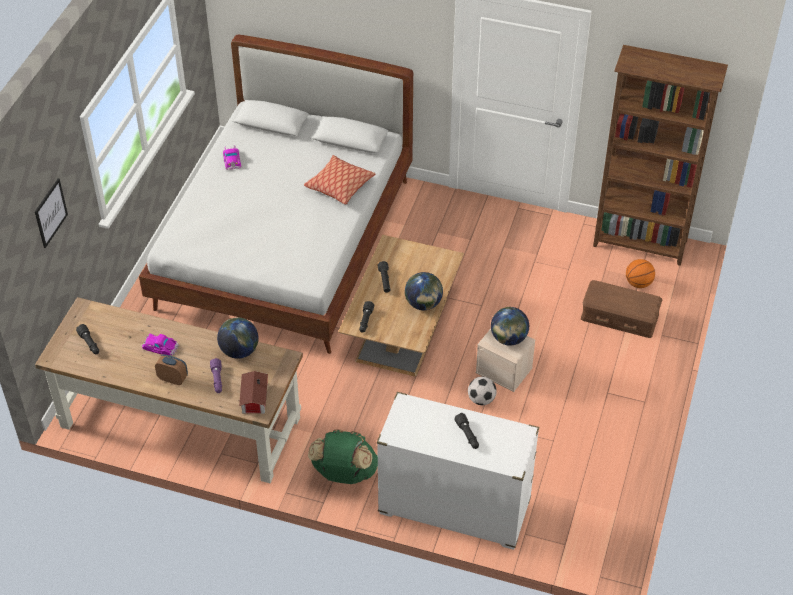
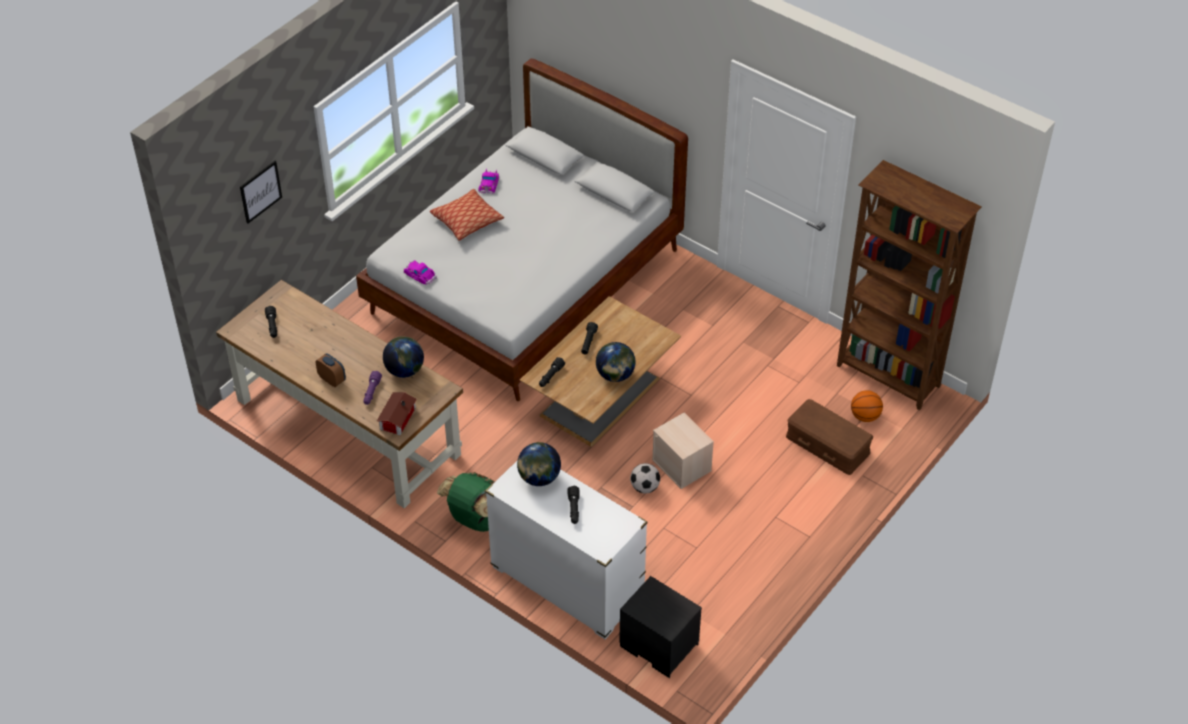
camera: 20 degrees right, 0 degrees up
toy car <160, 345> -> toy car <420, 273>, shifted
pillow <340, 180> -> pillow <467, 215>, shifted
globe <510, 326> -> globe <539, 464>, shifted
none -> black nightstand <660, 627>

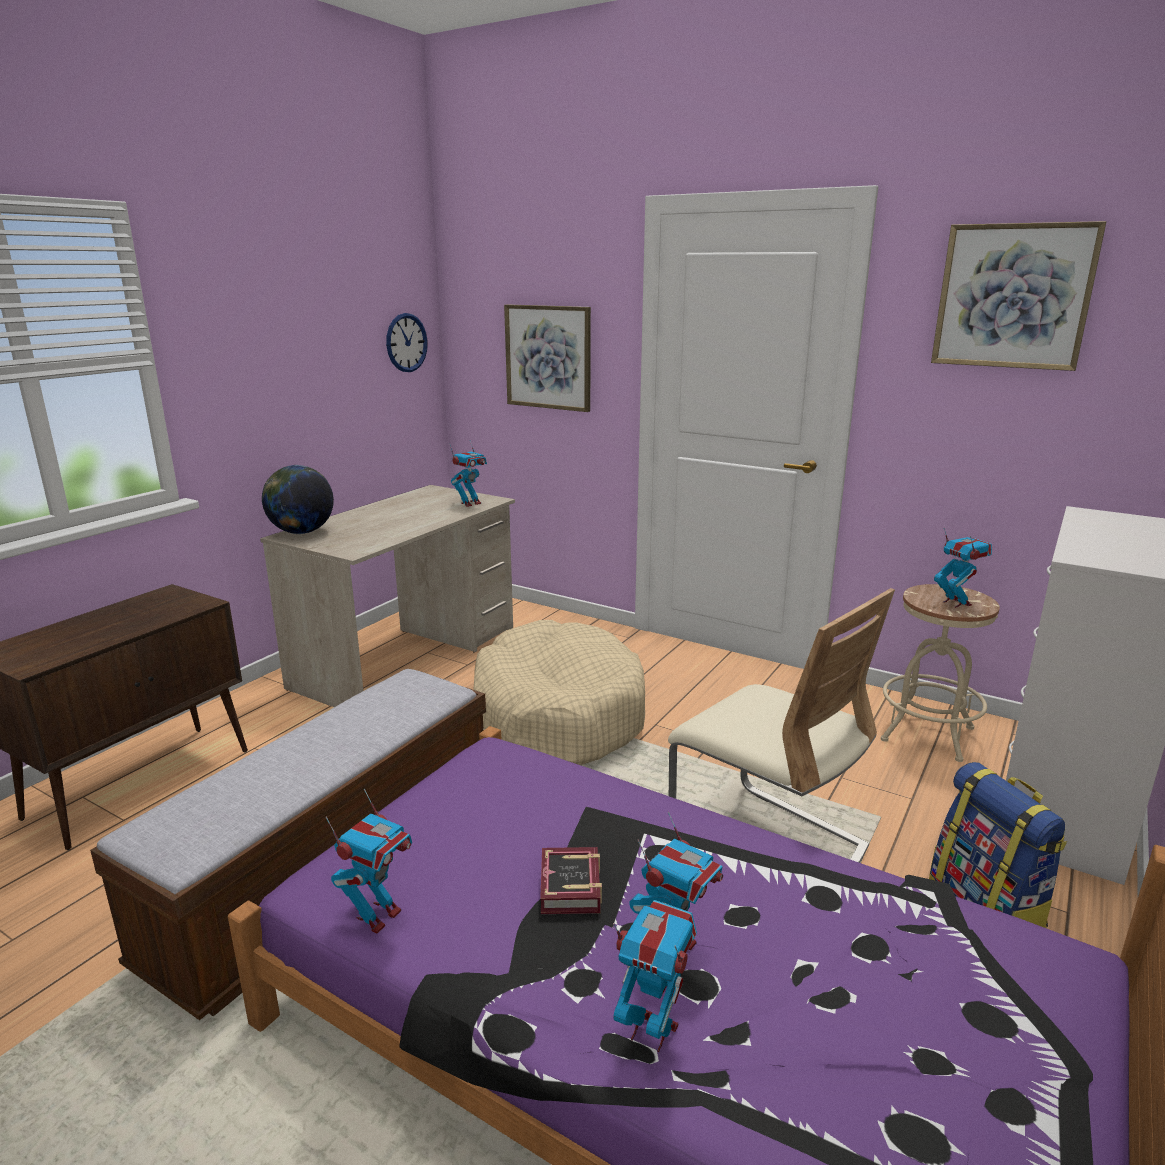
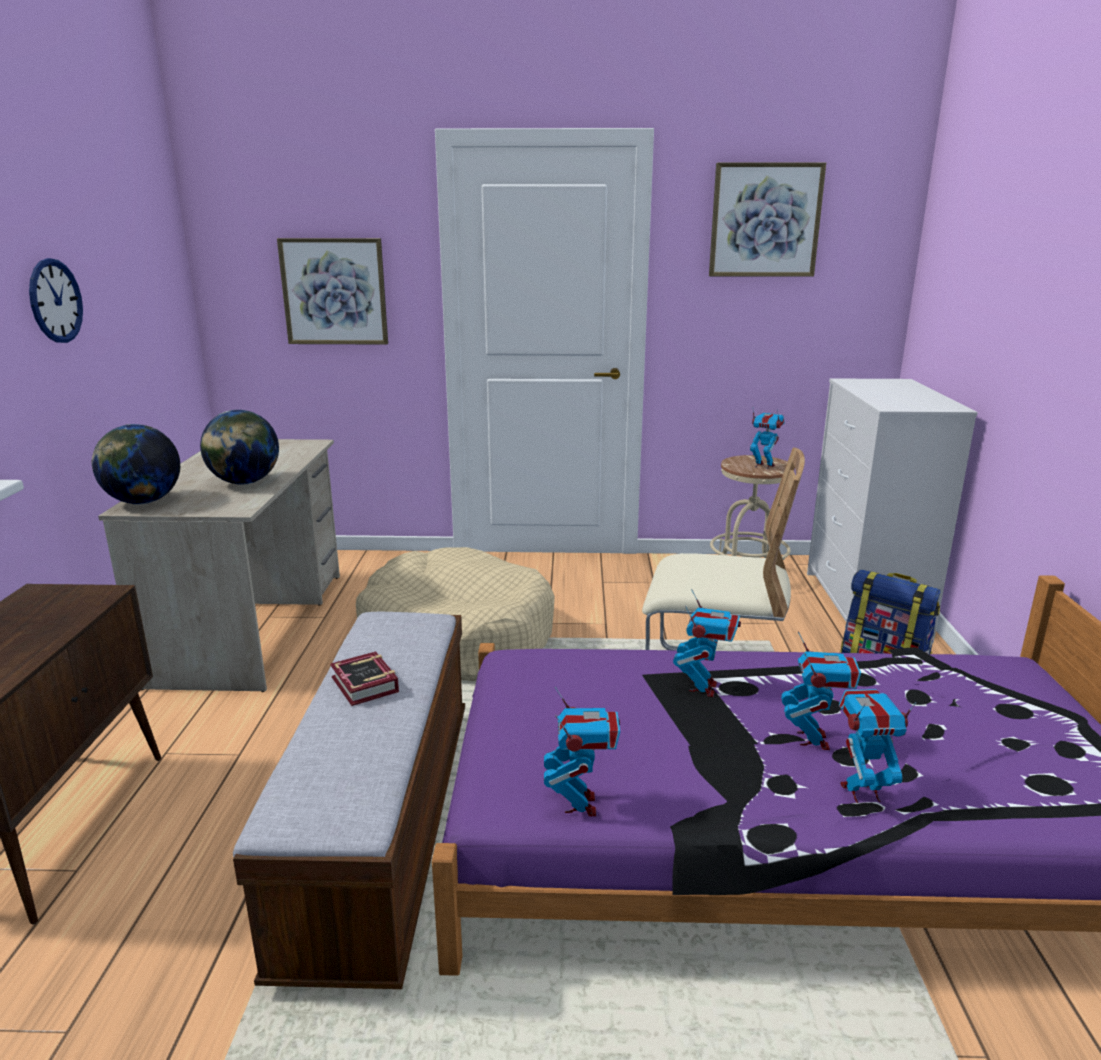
camera: 30 degrees left, 0 degrees up
wall clock <407, 342> -> wall clock <56, 300>, shifted
toy robot <468, 474> -> toy robot <707, 643>, shifted
book <571, 880> -> book <364, 679>, shifted
none -> globe <239, 447>

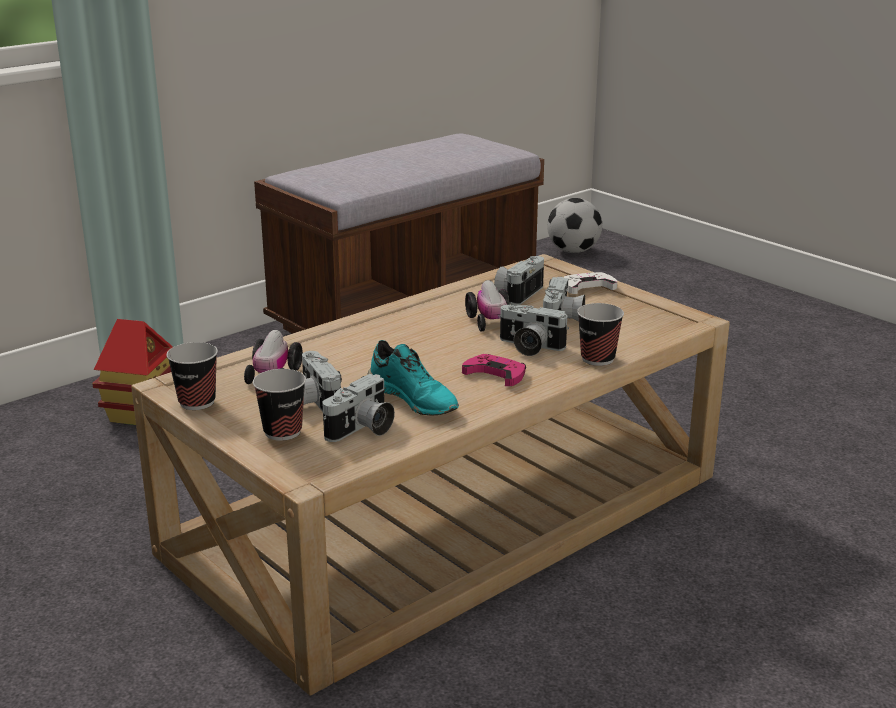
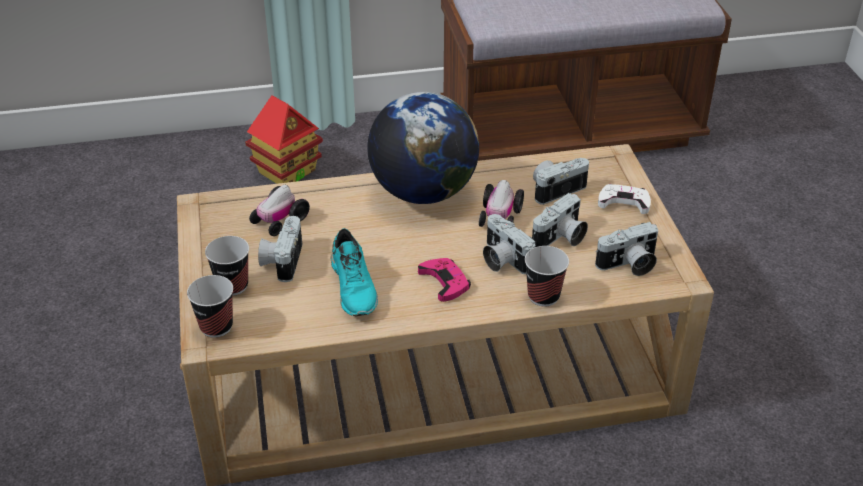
camera: 30 degrees right, 15 degrees up
cup <192, 376> -> cup <210, 306>, shifted
photo camera <358, 408> -> photo camera <626, 249>, shifted
football <574, 225> -> none
none -> globe <423, 148>

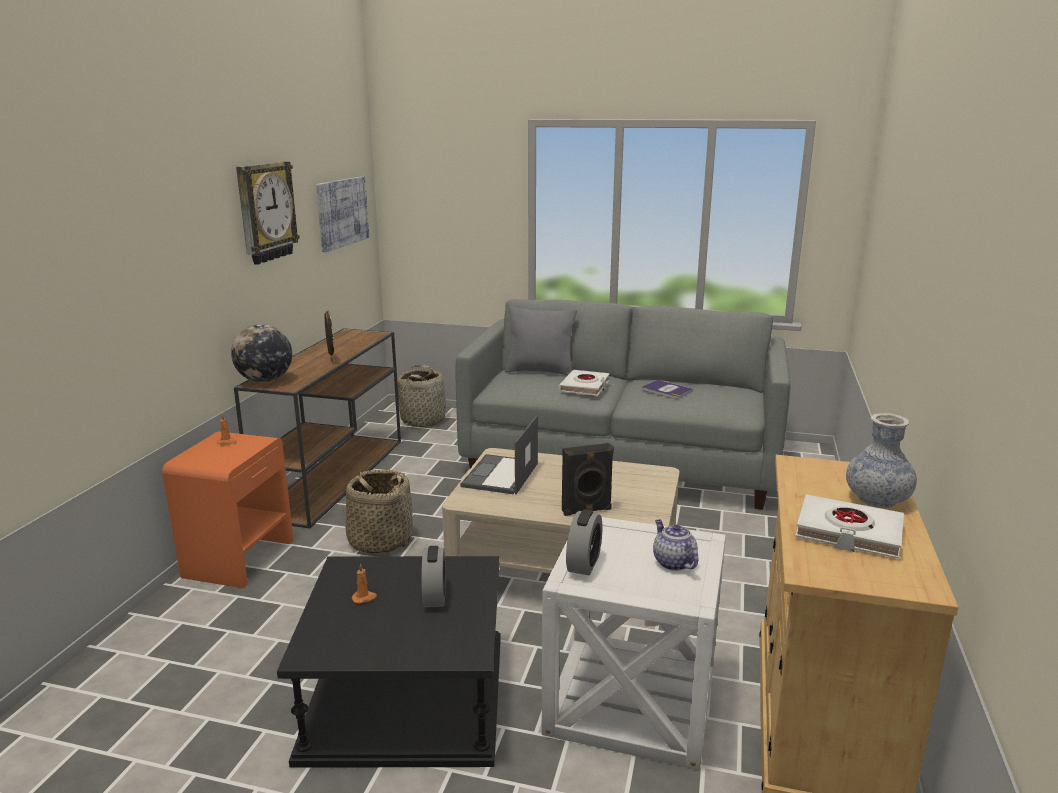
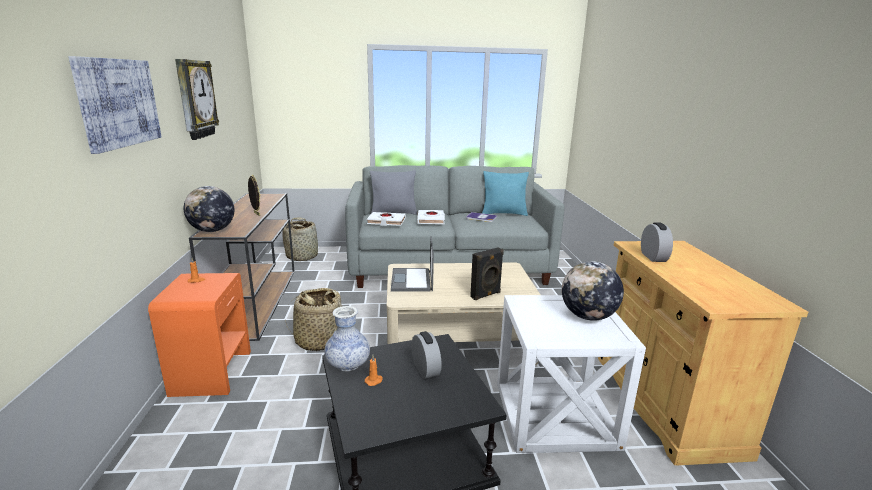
camera: 20 degrees left, 0 degrees up
picture <342, 214> -> picture <115, 105>, shifted
alarm clock <584, 542> -> alarm clock <657, 242>, shifted
teapot <676, 545> -> globe <593, 291>
white book <849, 526> -> white book <386, 219>, shifted
vase <881, 460> -> vase <347, 338>, shifted
none -> turquoise pillow <505, 193>

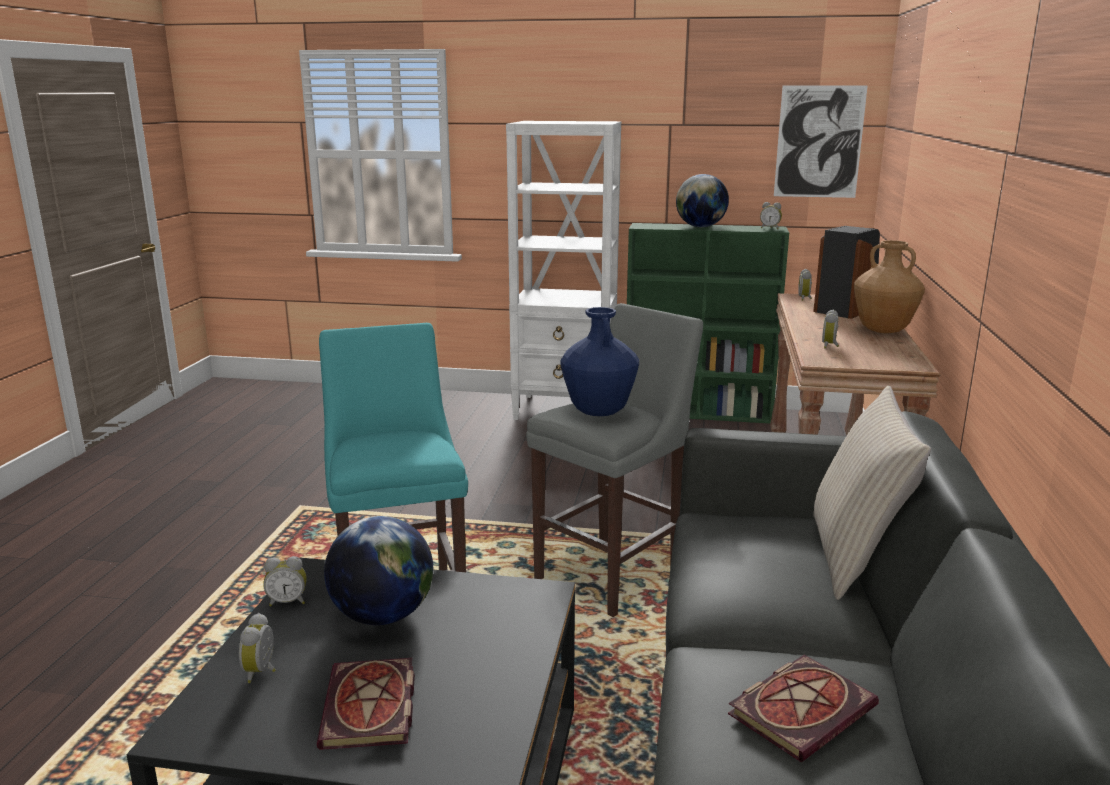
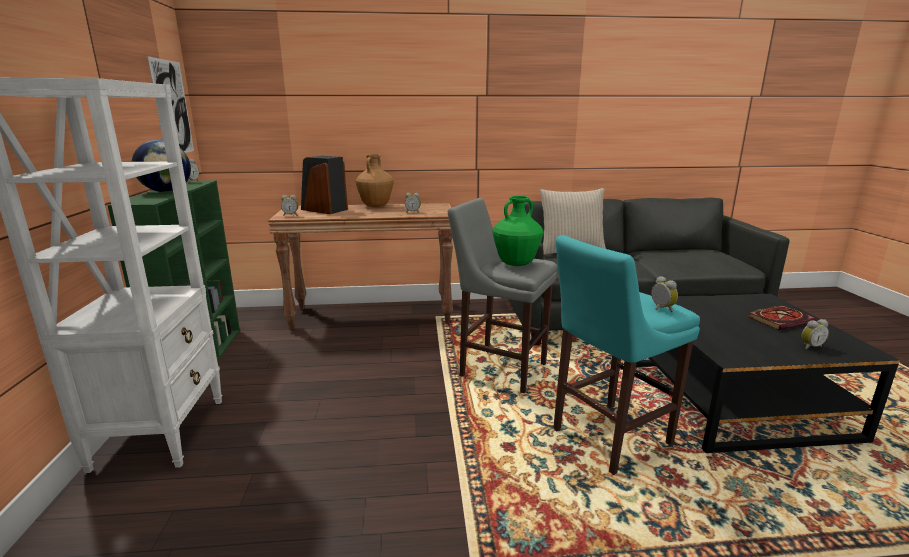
camera: 105 degrees left, 0 degrees up
alarm clock <285, 581> -> alarm clock <664, 294>, shifted
globe <378, 570> -> none
blue vase <600, 361> -> green vase <517, 231>
book <803, 708> -> none

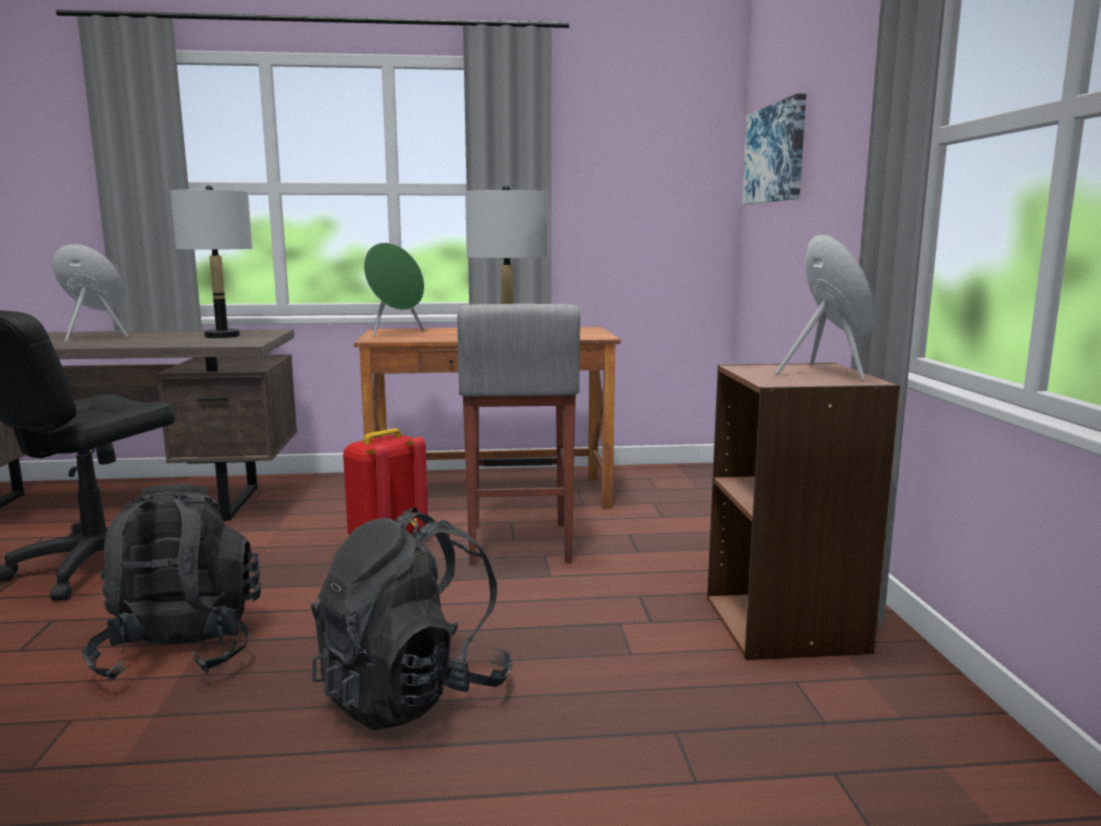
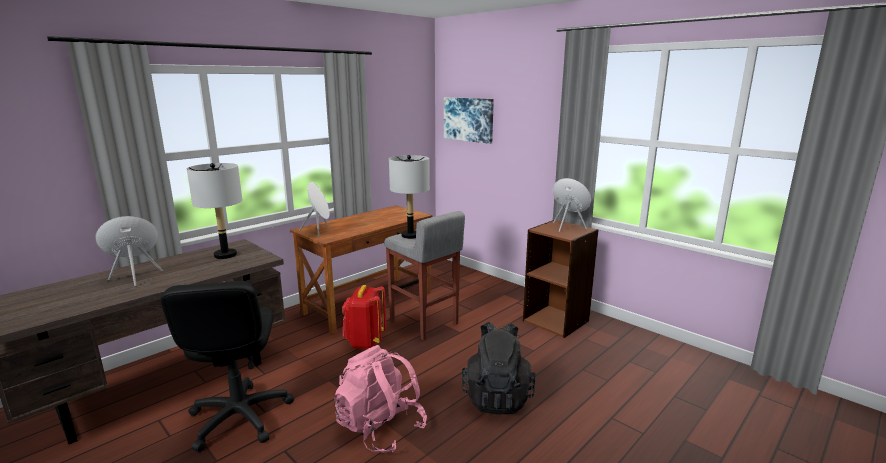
camera: 40 degrees left, 5 degrees up
black backpack <171, 582> -> pink backpack <380, 399>
green speaker <394, 290> -> white speaker <314, 209>

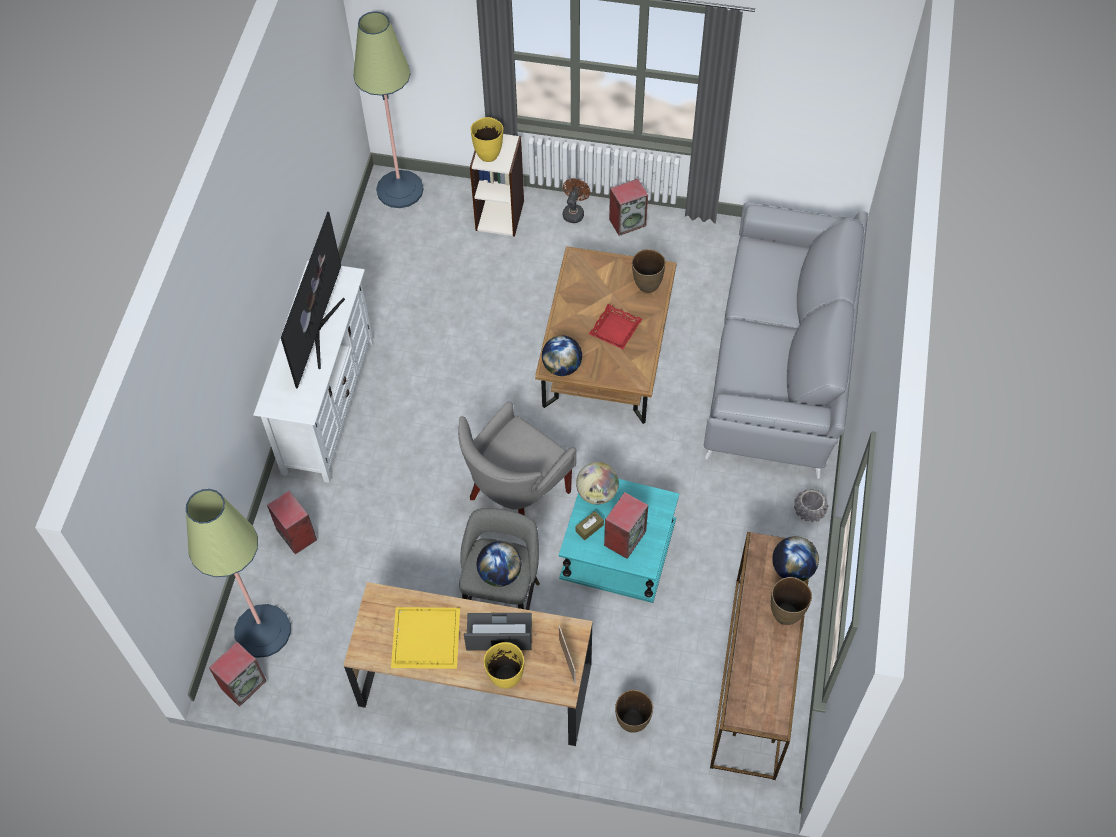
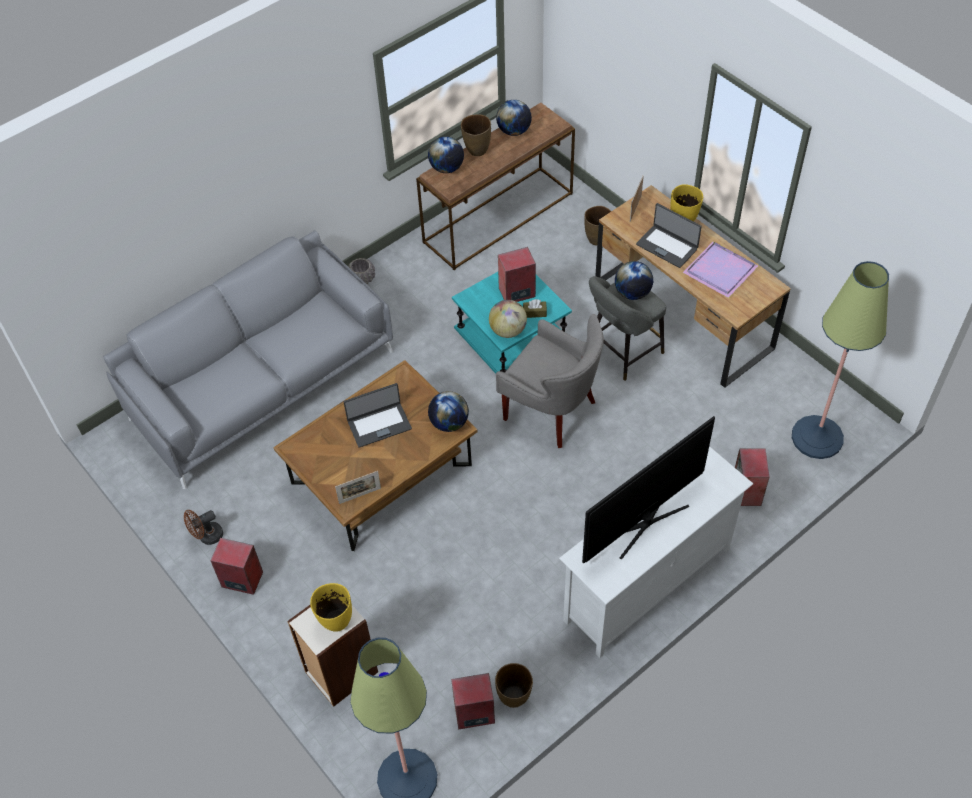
camera: 140 degrees left, 5 degrees down
speaker <237, 674> -> speaker <473, 701>, shifted
yellow tray <425, 638> -> purple tray <720, 269>
grey armchair <517, 458> -> grey armchair <550, 381>, 45 degrees clockwise
brown fan <576, 200> -> brown fan <203, 527>, shifted
red tray <615, 326> -> laptop <378, 415>
brown vase <648, 271> -> brown vase <514, 685>, shifted
none -> picture frame <358, 487>
none -> globe <514, 118>

